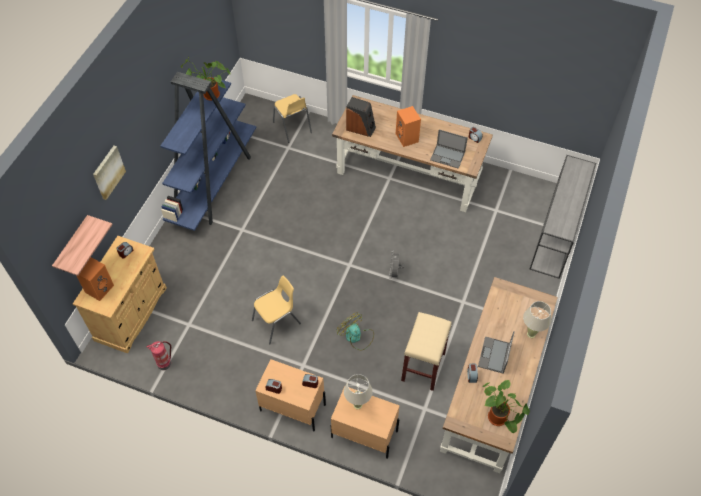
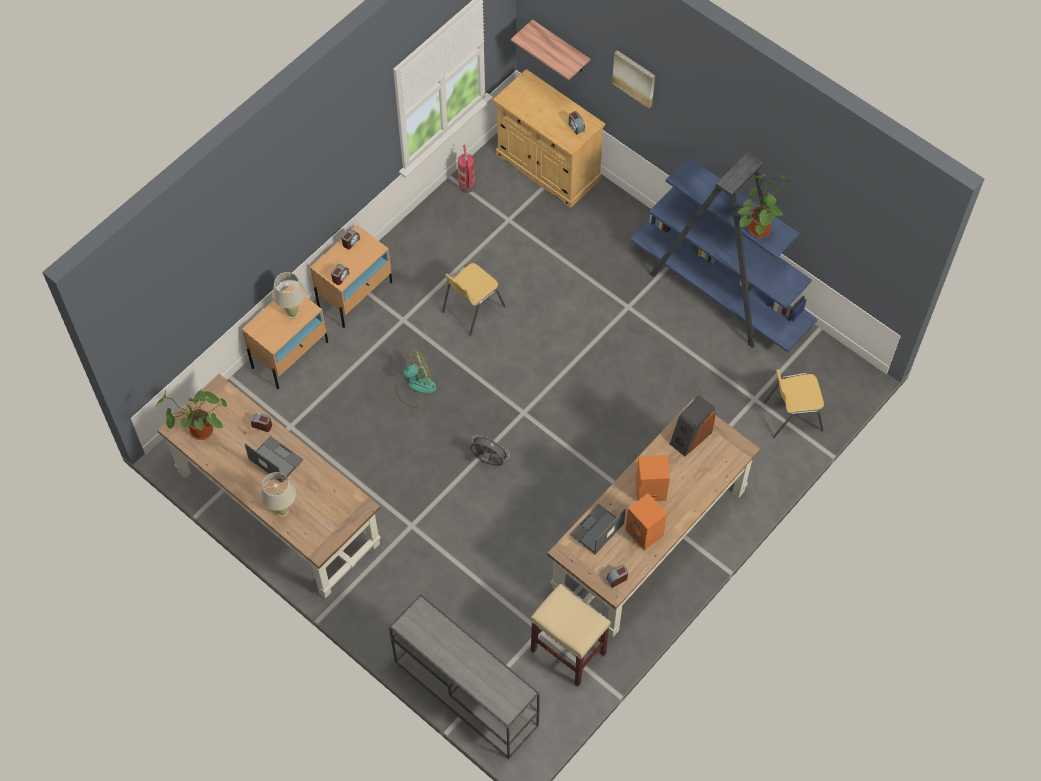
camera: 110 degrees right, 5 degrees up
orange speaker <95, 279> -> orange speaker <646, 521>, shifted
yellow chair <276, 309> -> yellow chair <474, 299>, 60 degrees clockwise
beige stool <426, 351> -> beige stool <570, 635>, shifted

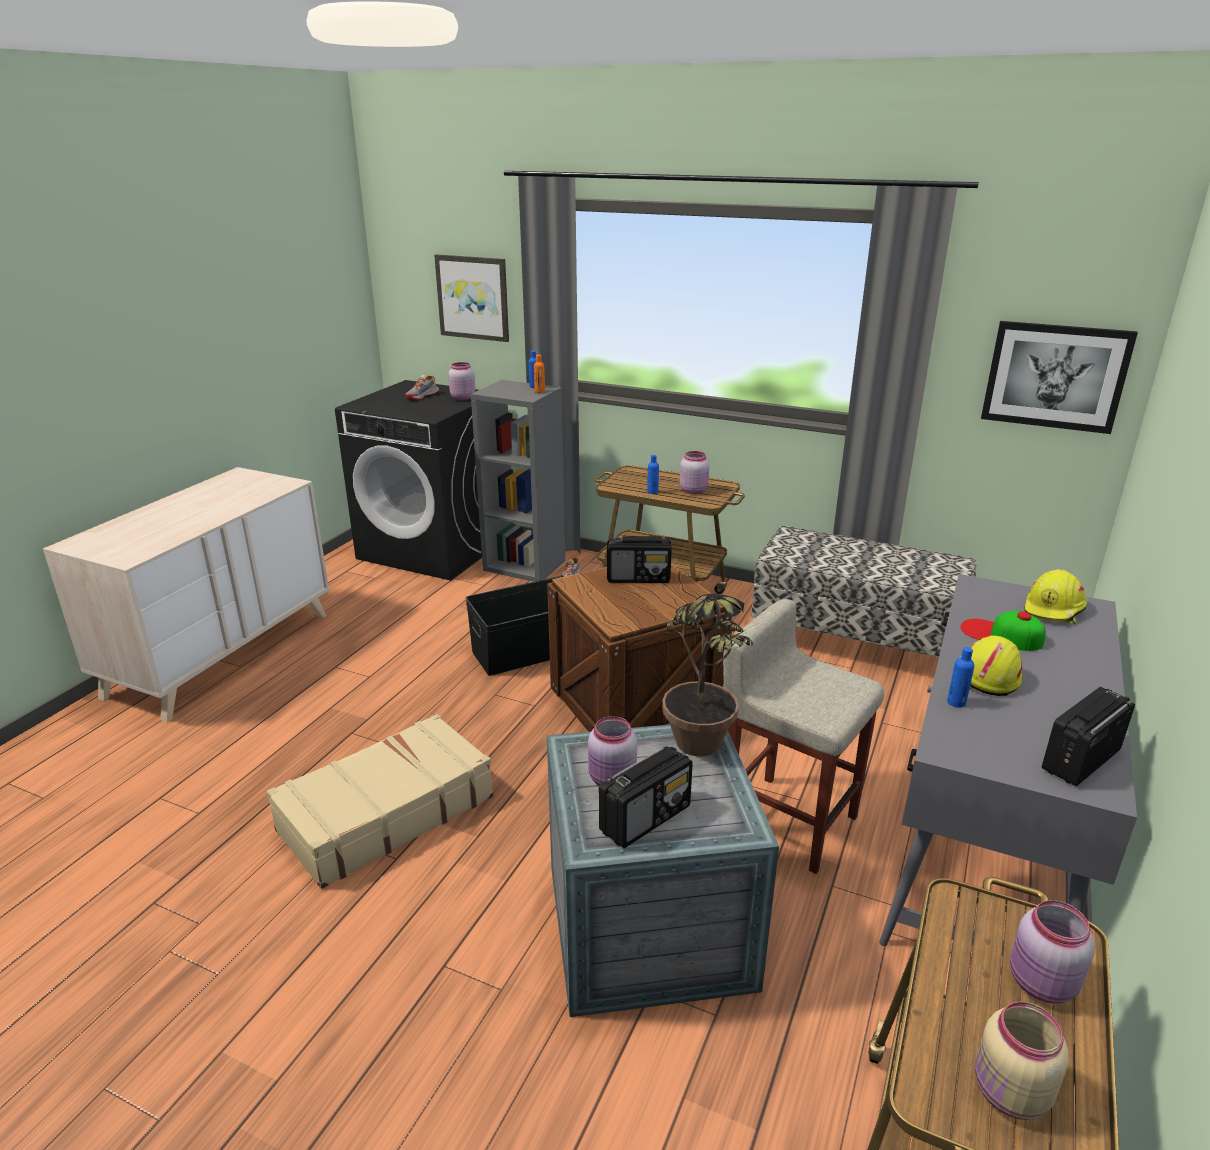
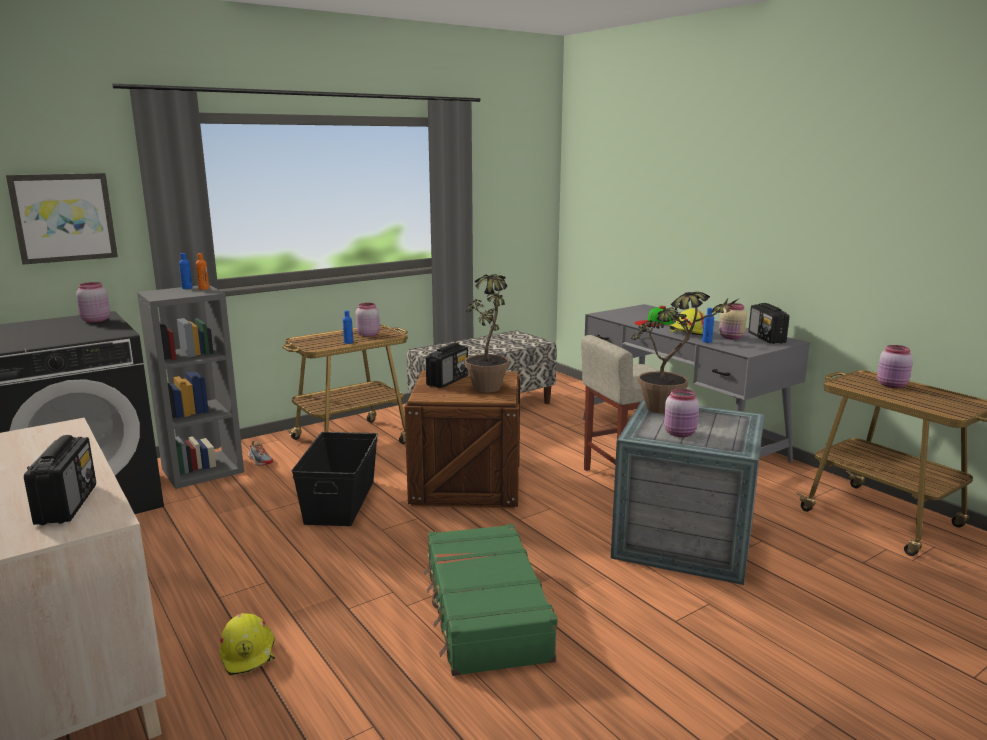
camera: 60 degrees left, 10 degrees down
beige suitcase <380, 801> -> green suitcase <490, 600>
shoe <422, 387> -> none
radio <646, 797> -> radio <60, 480>, shifted
beige jar <1022, 1061> -> beige jar <733, 321>, shifted
picture <1059, 377> -> none
yellow hard hat <1055, 596> -> yellow hard hat <247, 644>, shifted
none -> potted plant <487, 333>

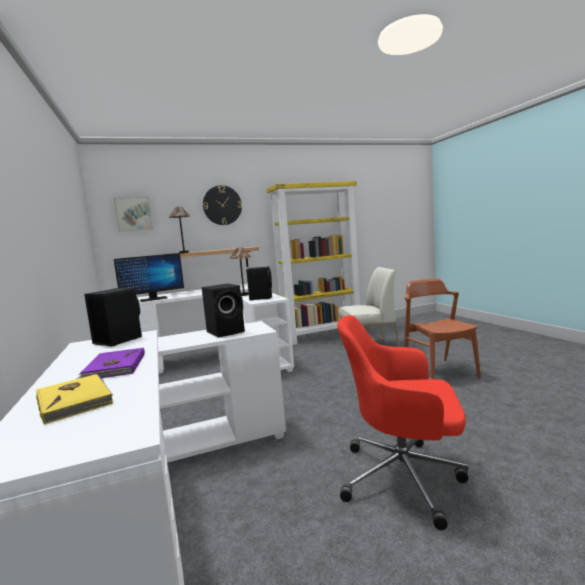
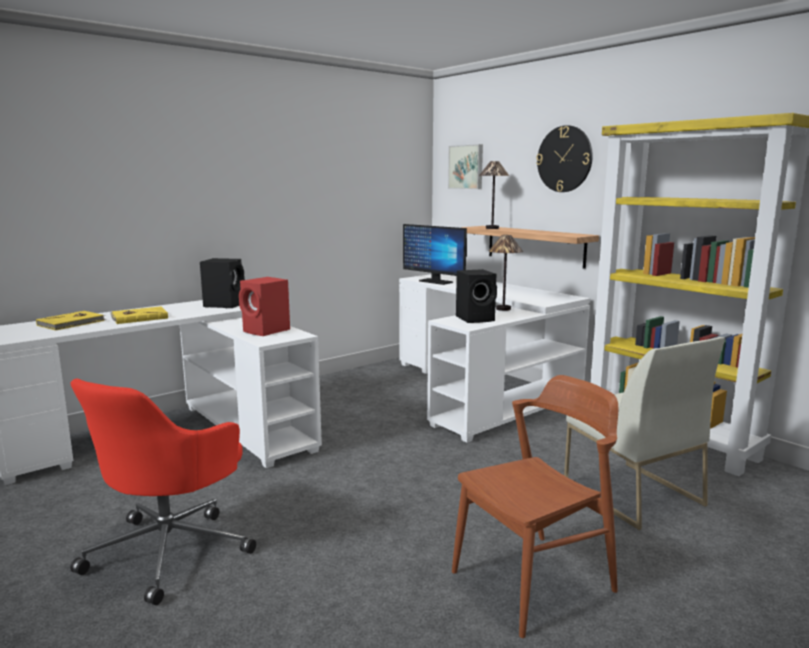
camera: 70 degrees right, 5 degrees up
purple book <111, 363> -> yellow book <139, 315>
black speaker <223, 310> -> red speaker <264, 306>
red office chair <402, 422> -> red office chair <163, 491>, 150 degrees counterclockwise

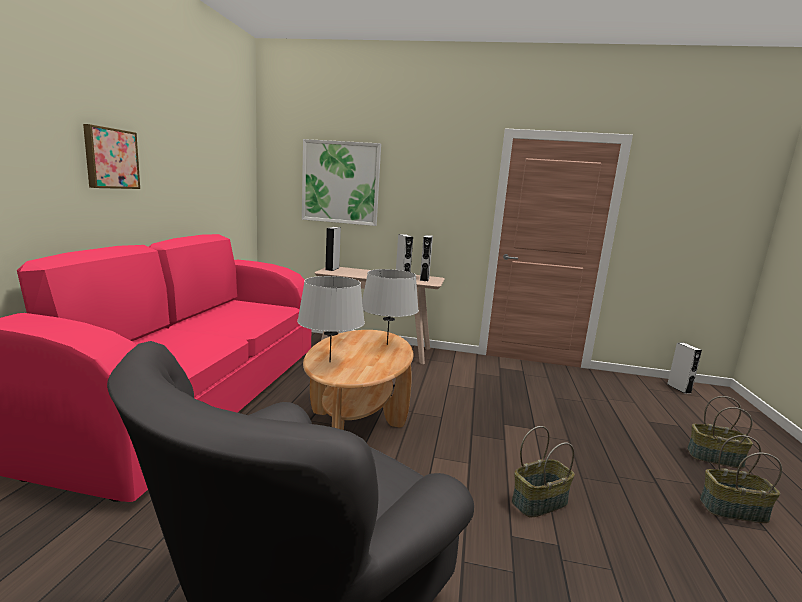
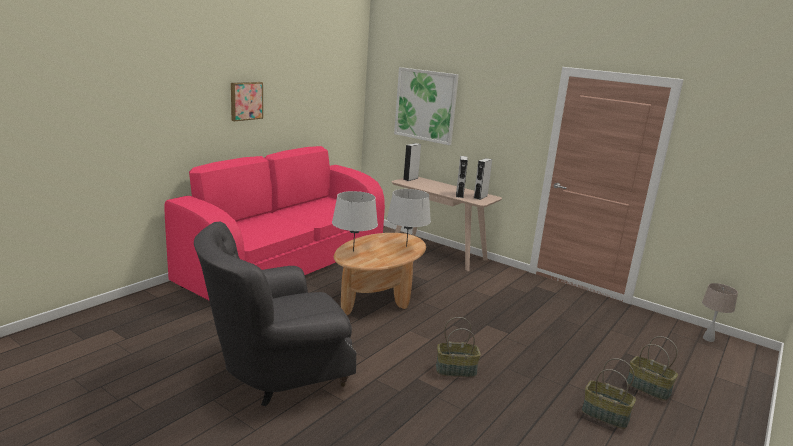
camera: 25 degrees right, 5 degrees up
grey speaker <684, 368> -> beige table lamp <720, 312>

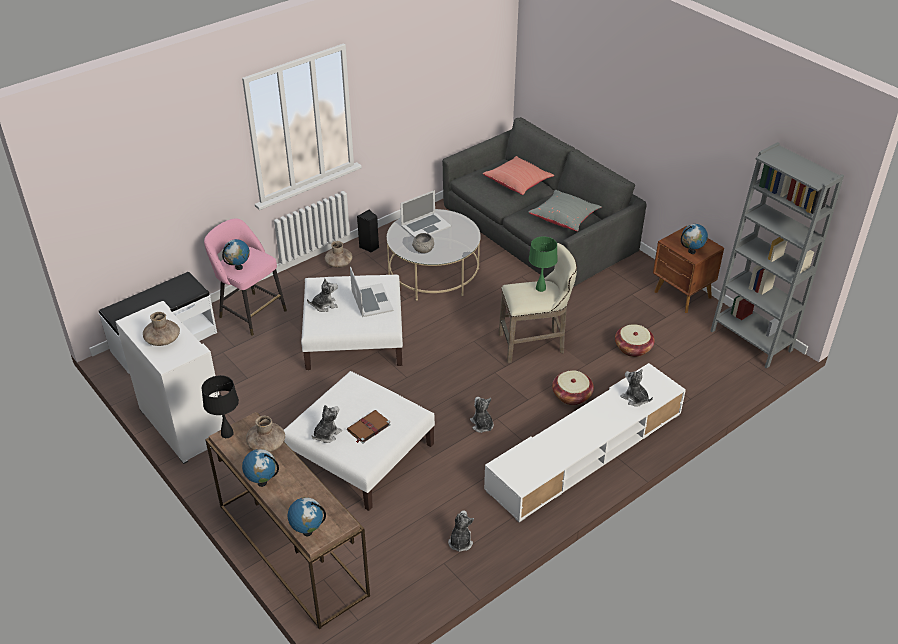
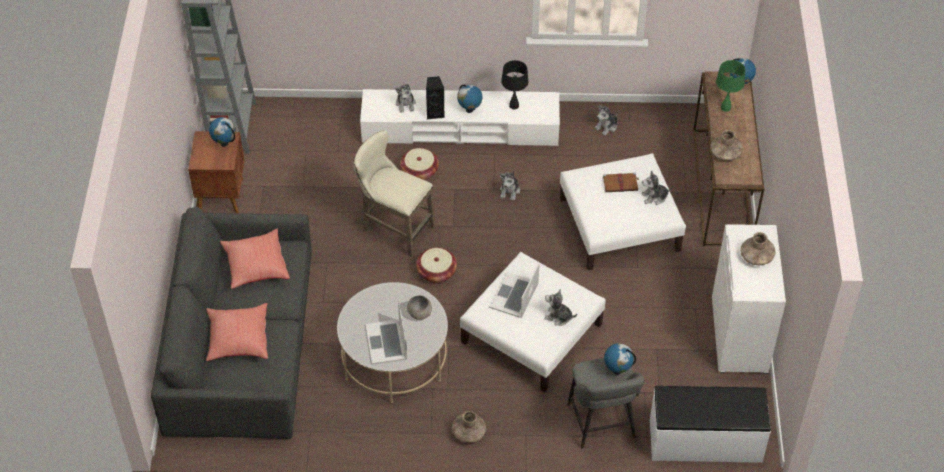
camera: 140 degrees left, 10 degrees up
black table lamp <220, 406> -> black table lamp <514, 84>, shifted
pink stool <245, 277> -> grey stool <606, 403>
globe <260, 468> -> globe <469, 98>, shifted
black speaker <368, 231> -> black speaker <435, 97>, shifted
laptop <425, 214> -> laptop <386, 332>, 105 degrees counterclockwise
grey pillow <565, 210> -> red pillow <255, 259>
green table lamp <543, 264> -> green table lamp <731, 86>, shifted
basket <635, 340> -> basket <436, 265>, shifted

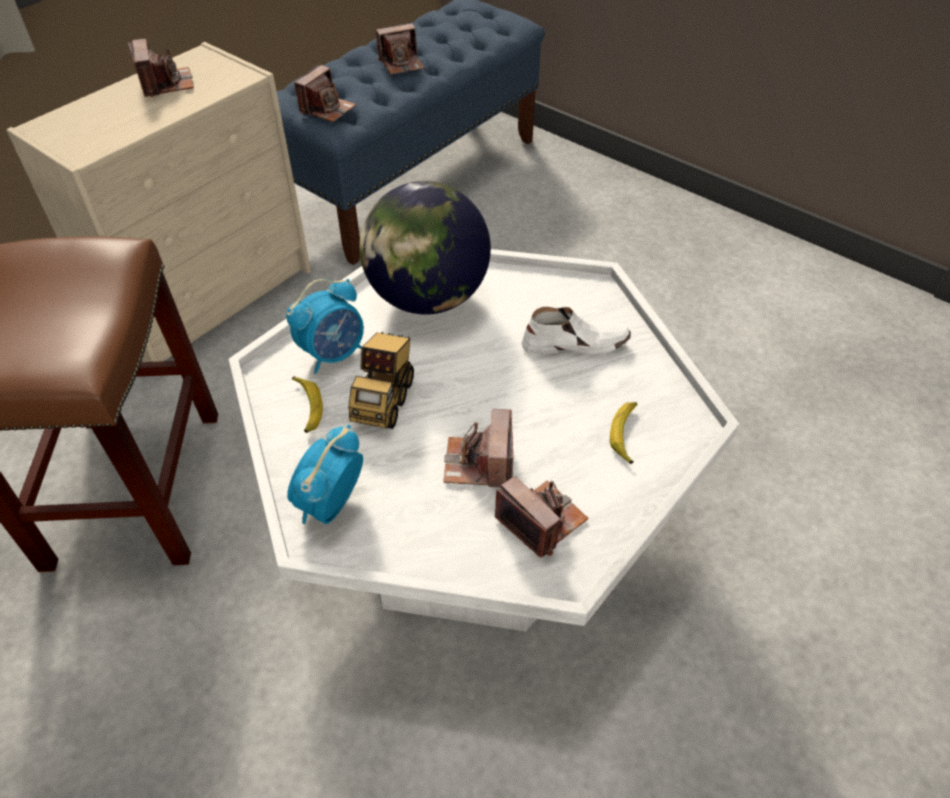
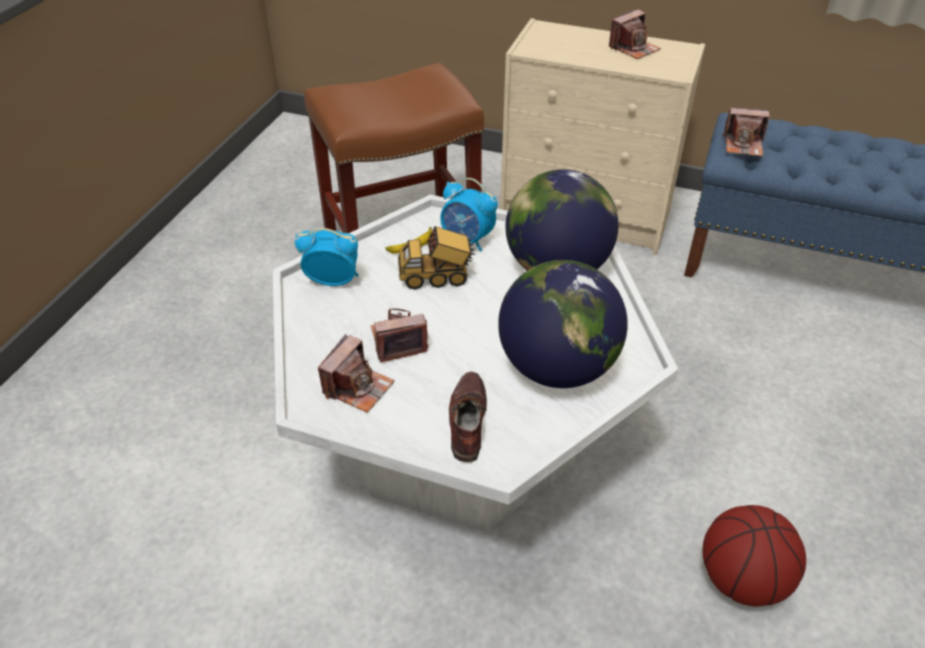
camera: 70 degrees right, 5 degrees down
photo camera <400, 48> -> none
white shoe <576, 331> -> globe <563, 324>
banana <623, 433> -> brown shoe <468, 417>
none -> basketball <754, 555>

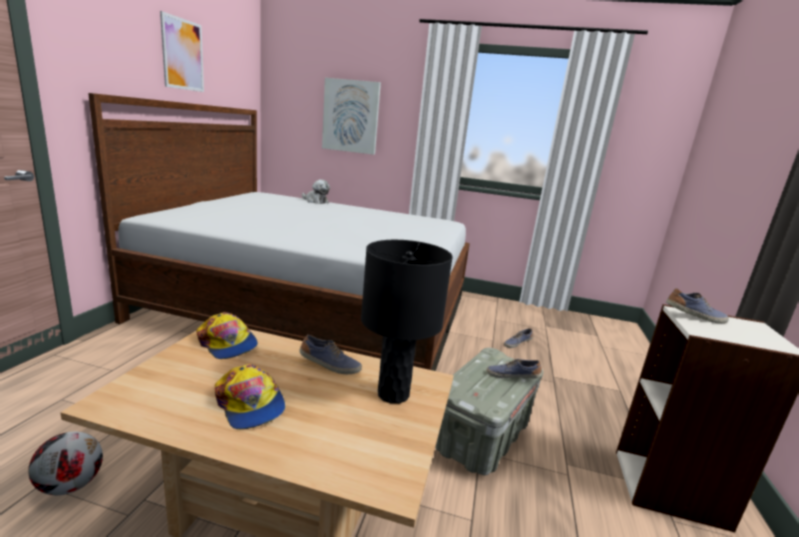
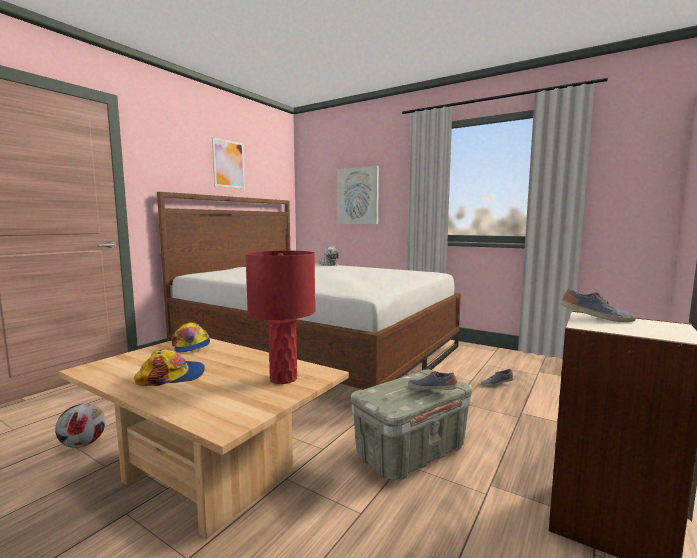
camera: 20 degrees right, 10 degrees down
cap <250, 396> -> cap <169, 367>, 90 degrees counterclockwise
shoe <330, 354> -> none
black table lamp <407, 322> -> red table lamp <280, 317>

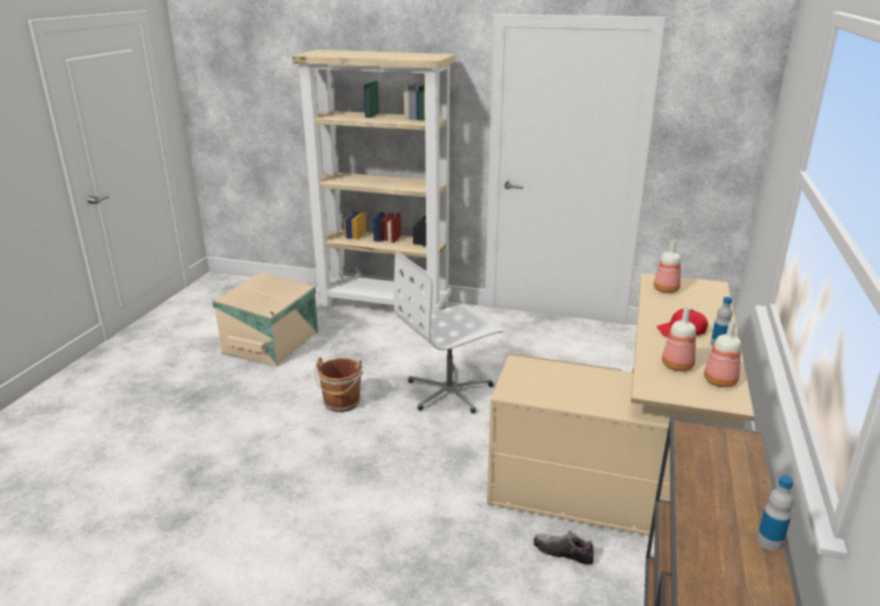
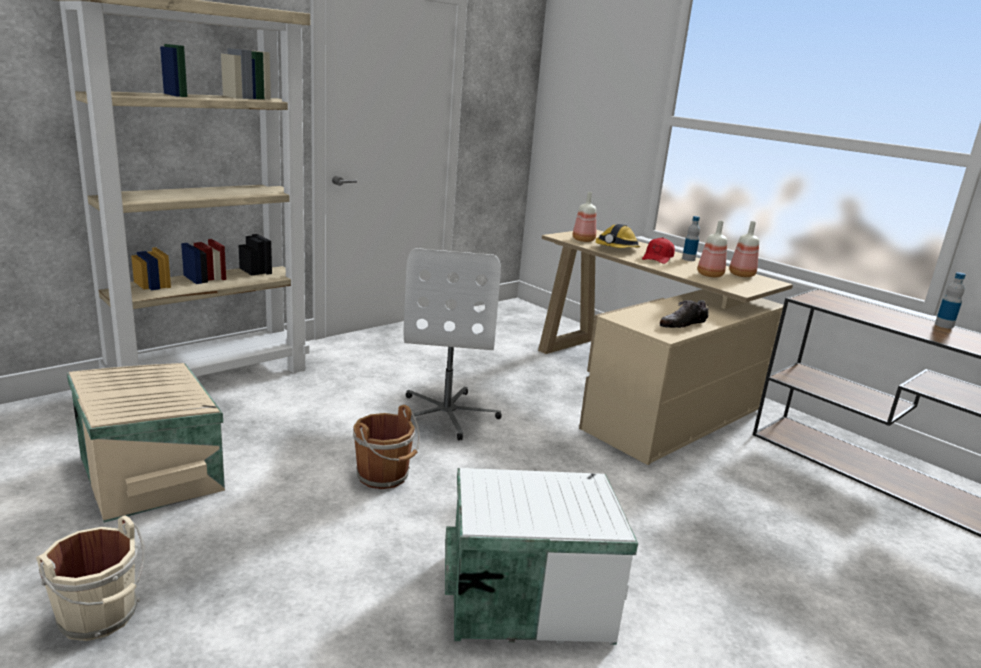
camera: 60 degrees left, 5 degrees down
shoe <564, 547> -> shoe <684, 314>, shifted
none -> beige bucket <90, 578>
none -> white storage box <541, 556>
none -> hard hat <618, 236>

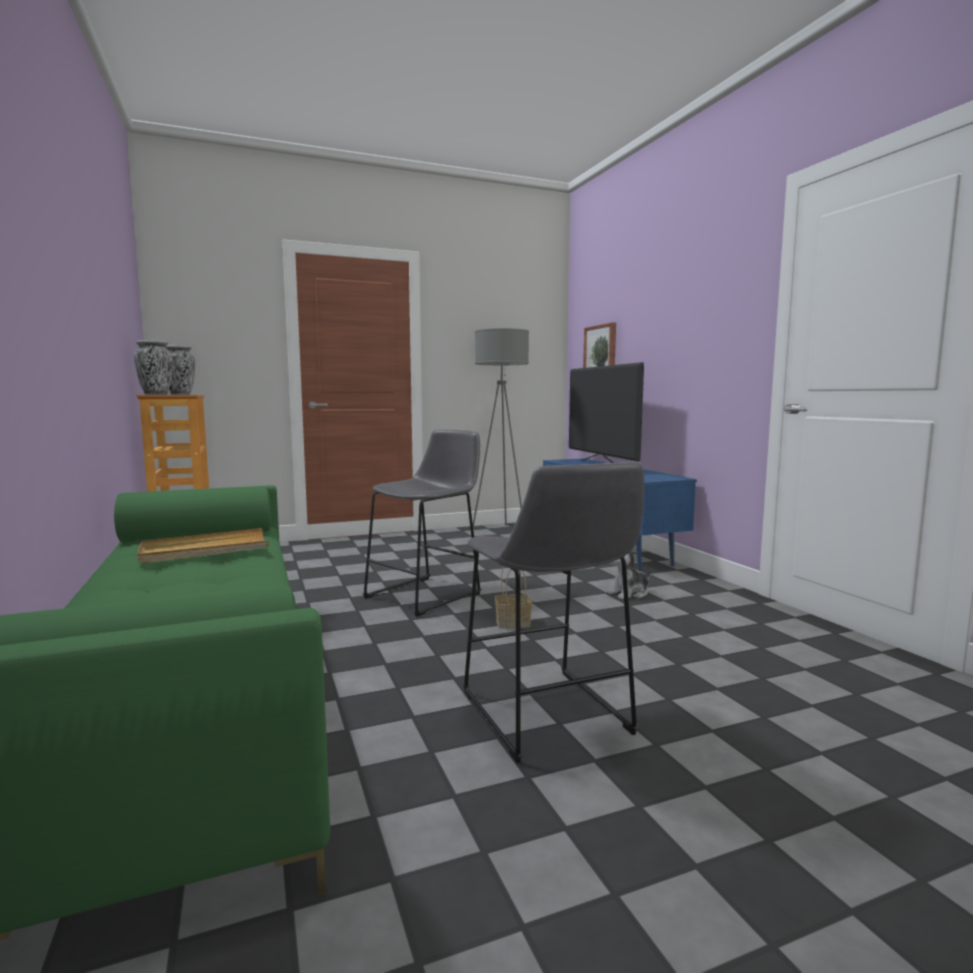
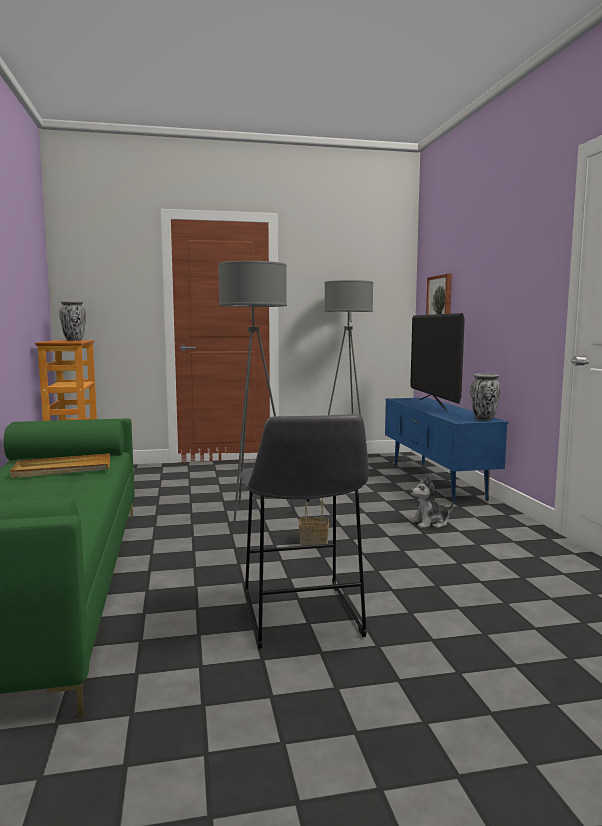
camera: 10 degrees right, 0 degrees up
vase <153, 367> -> vase <485, 397>, shifted
grey stool <421, 523> -> grey floor lamp <257, 393>

